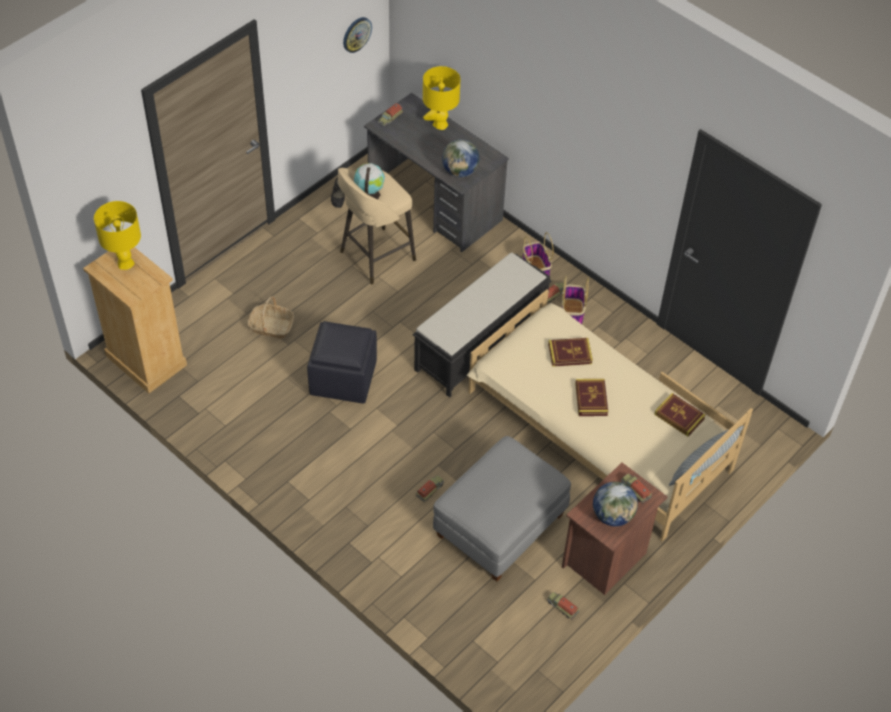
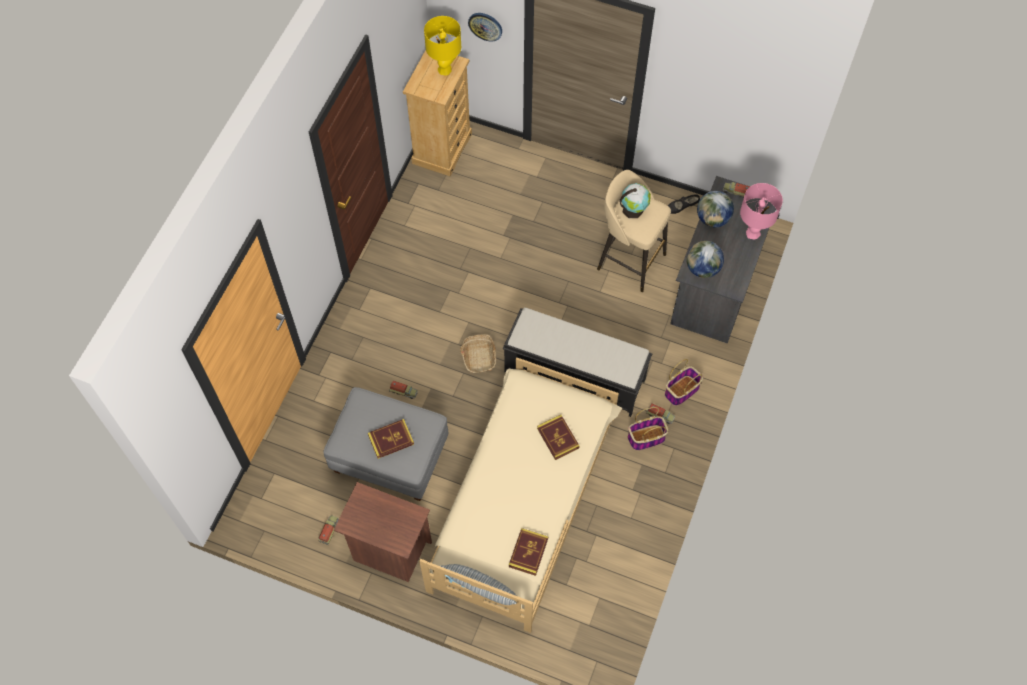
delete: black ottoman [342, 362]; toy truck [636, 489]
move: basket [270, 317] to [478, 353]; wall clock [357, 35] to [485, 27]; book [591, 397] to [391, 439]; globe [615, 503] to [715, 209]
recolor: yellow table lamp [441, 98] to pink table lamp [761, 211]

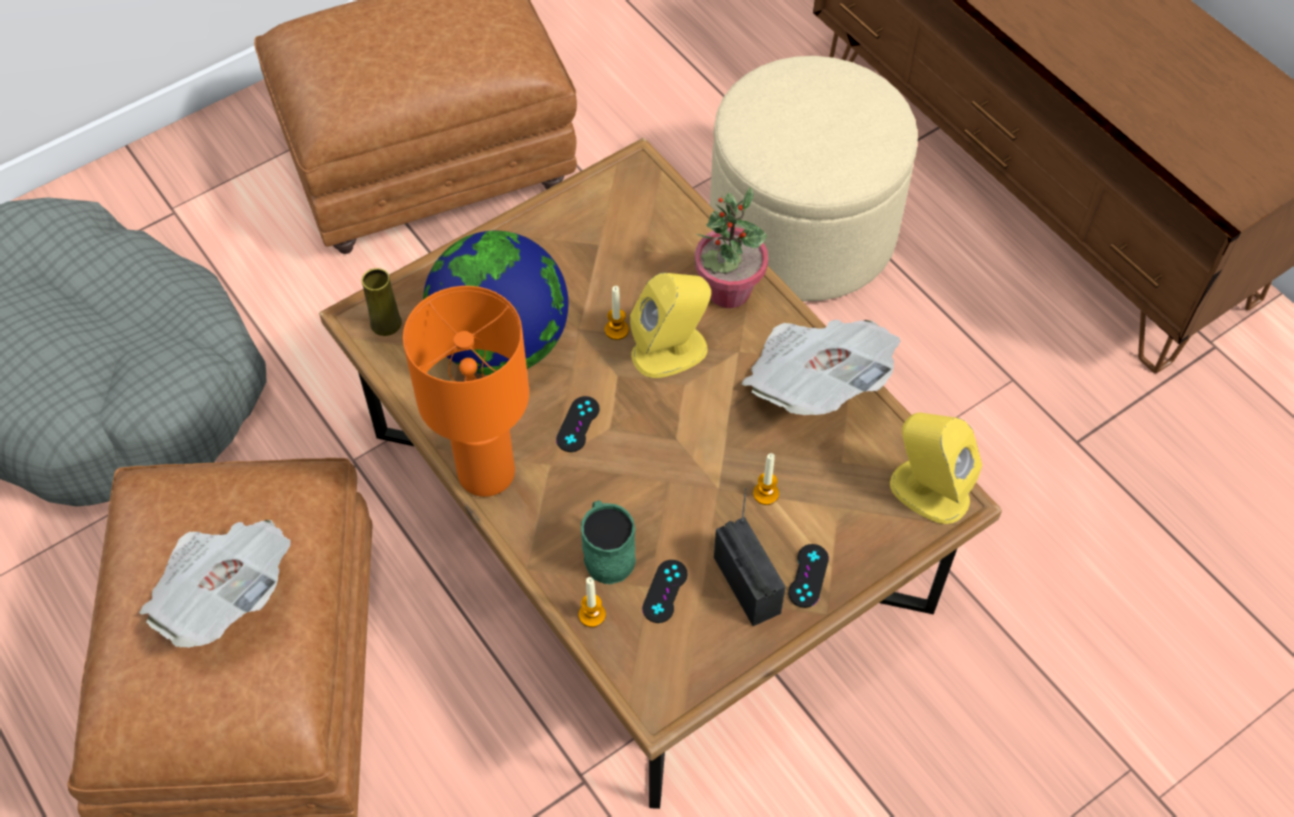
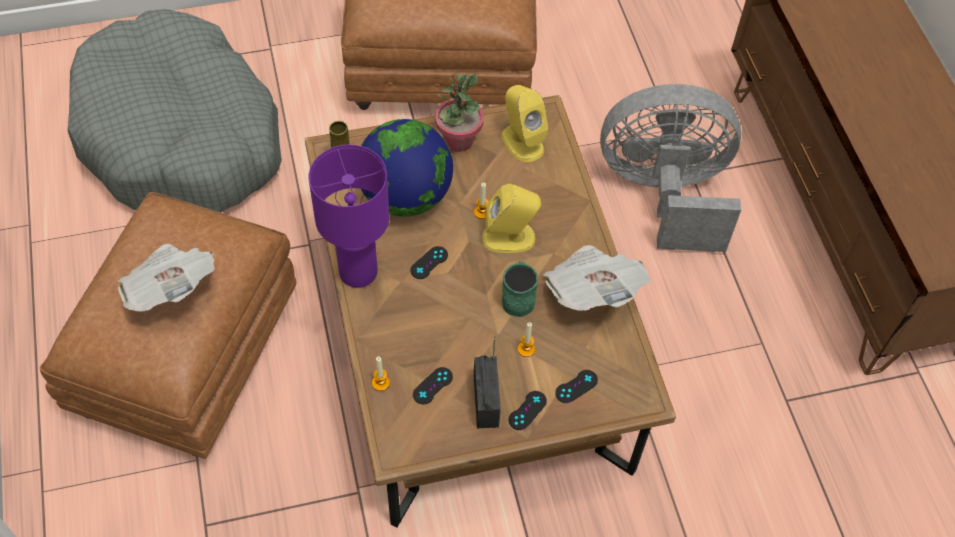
insert: black game controller [576, 386]
move: green mug [608, 542] to [520, 289]; potted plant [731, 247] to [459, 112]; yellow speaker [936, 468] to [524, 123]
replace: beige ottoman [814, 178] to grey fan [670, 168]
recolor: orange table lamp [466, 391] to purple table lamp [349, 216]

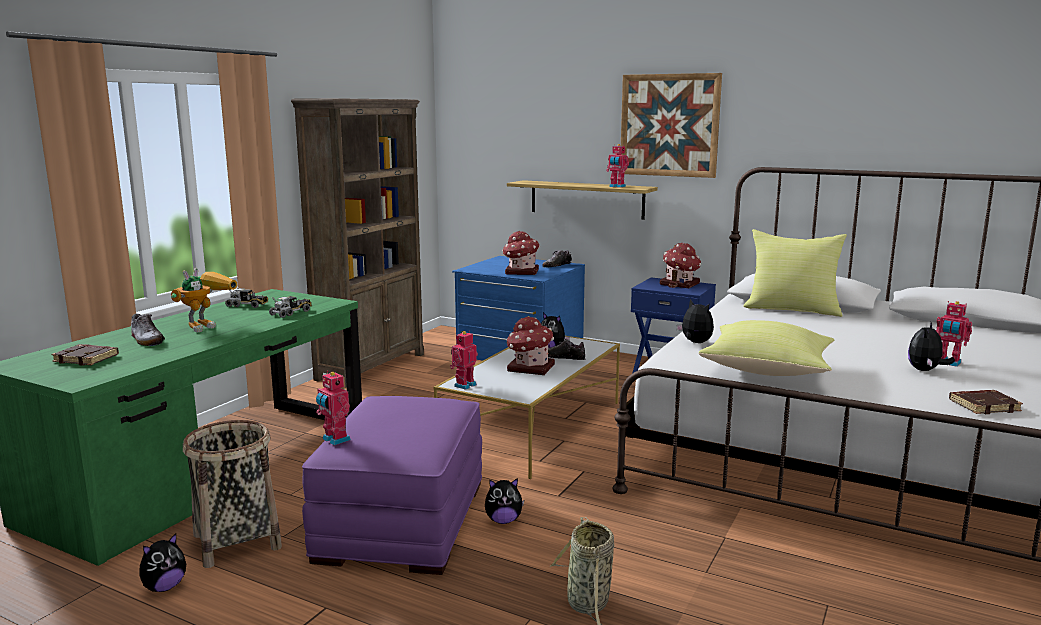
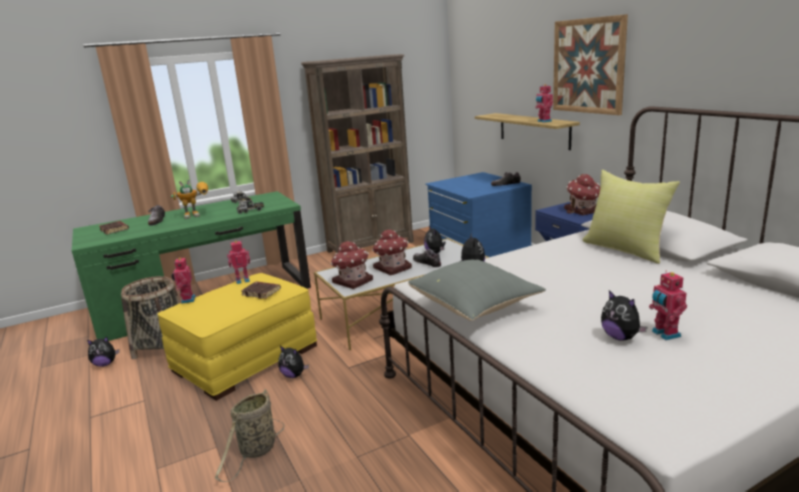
move: toy robot [464, 360] to [238, 262]; toy house [521, 253] to [352, 265]; brown book [986, 402] to [261, 290]
recolor: purple ottoman [392, 485] to yellow ottoman [237, 337]; yellow pillow [766, 348] to grey pillow [477, 290]
rotate: plush toy [931, 347] = [624, 315] 105 degrees counterclockwise

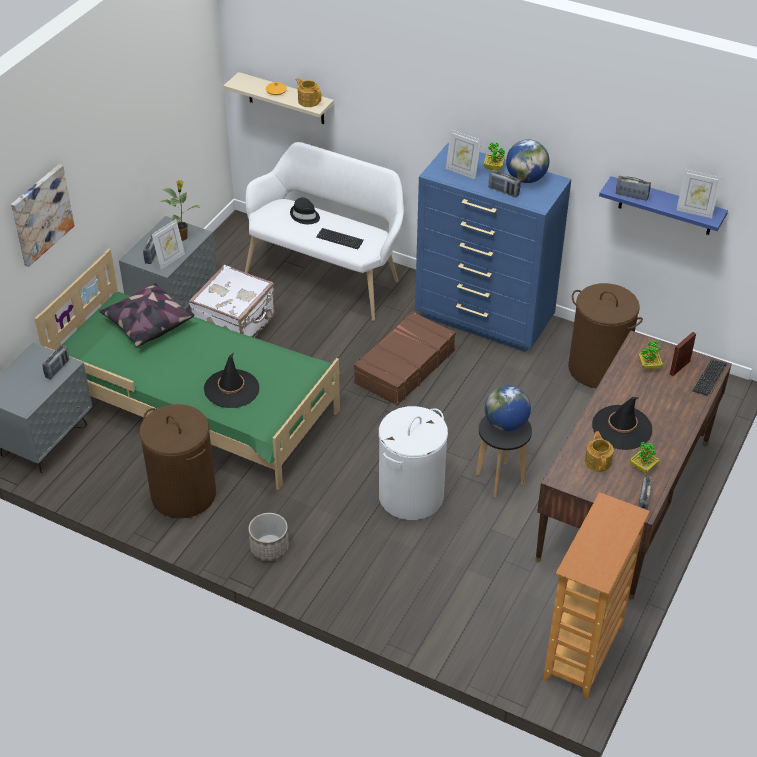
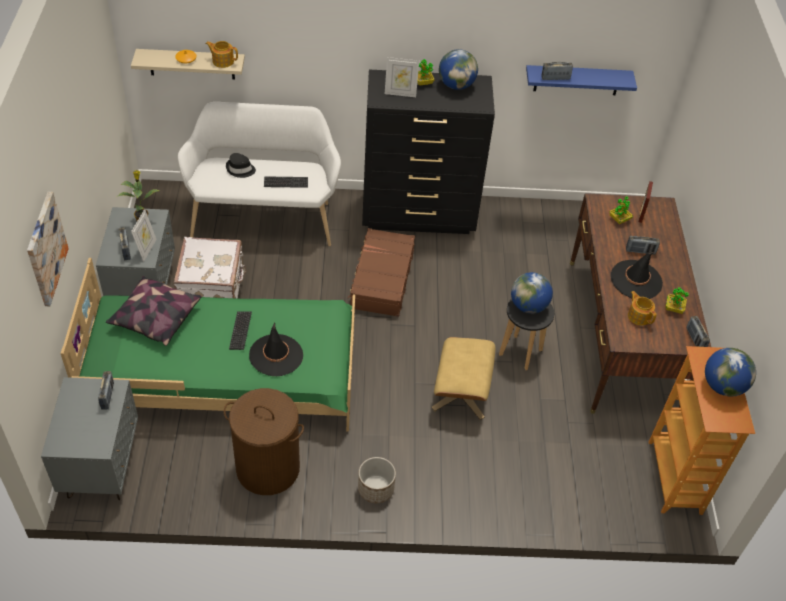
delete: brown laundry basket [605, 335]; picture frame [699, 193]
insert: globe [730, 372]
move: radio [505, 183] to [643, 245]; keyboard [709, 377] to [240, 330]
replace: white laundry basket [413, 463] to beige ottoman [463, 378]
recolor: blue dresser [493, 247] to black dresser [428, 151]

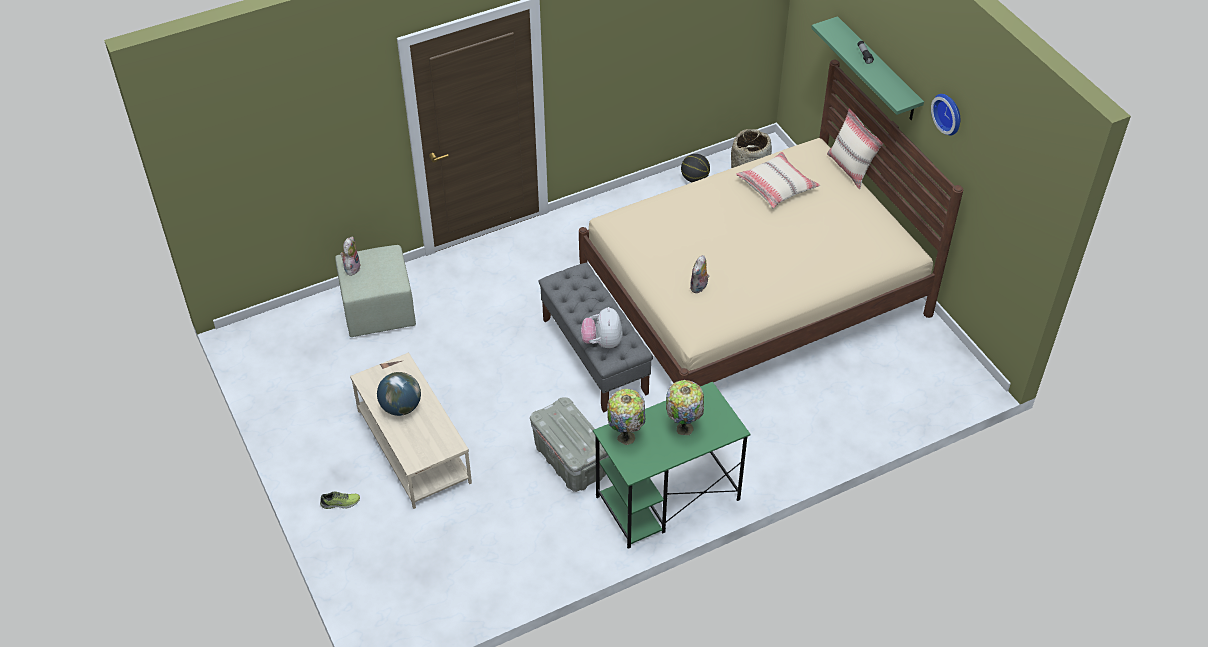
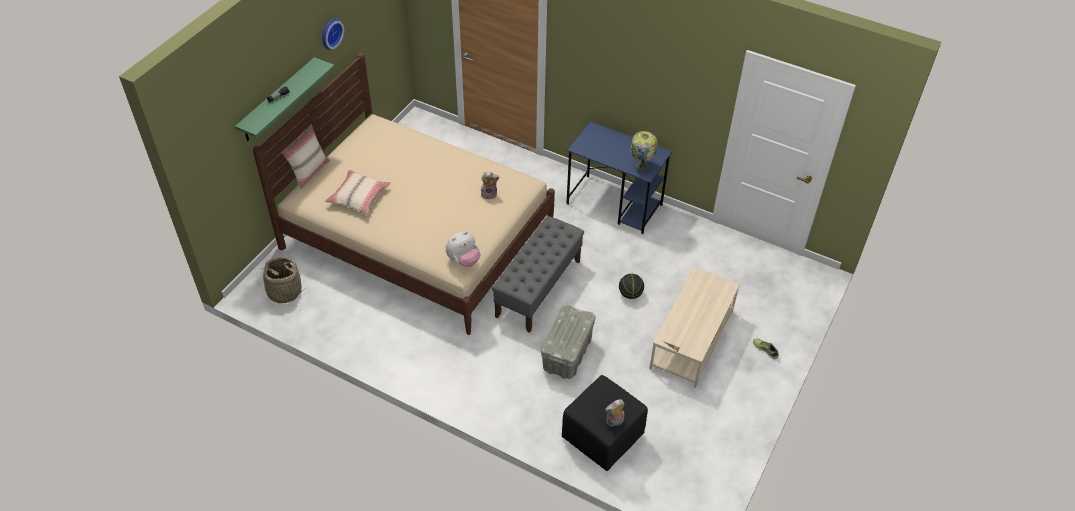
delete: globe [399, 394]; table lamp [685, 407]
move: grey storage box [569, 444] to [568, 342]; plush toy [602, 327] to [463, 249]; basketball [695, 168] to [631, 286]
recolor: green ottoman [375, 291] to black ottoman [605, 423]; green desk [671, 465] to blue desk [619, 177]

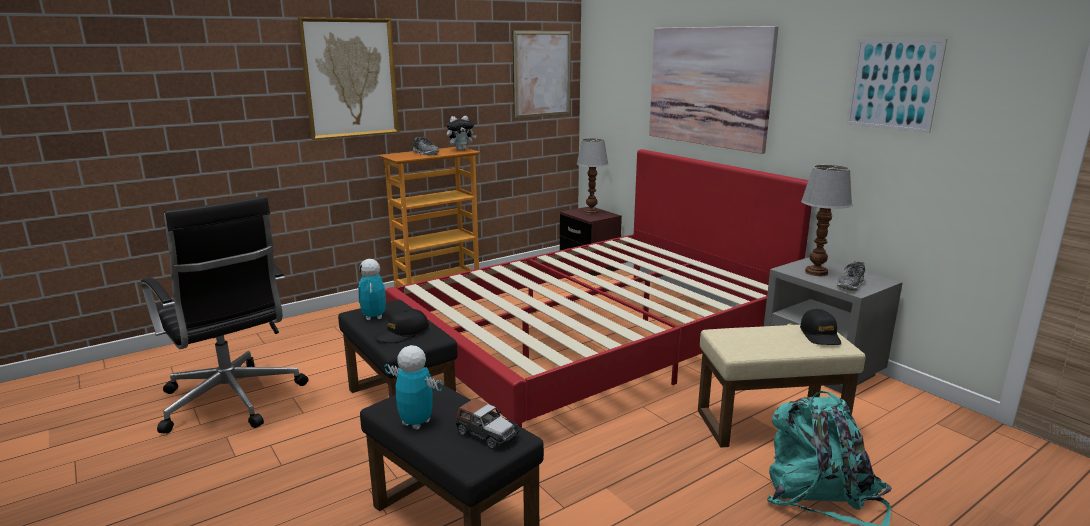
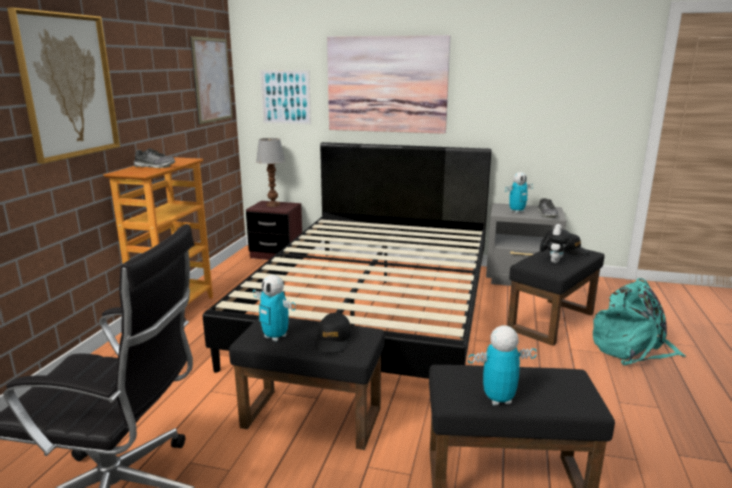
delete: toy car [488, 424]
move: plush toy [462, 133] to [555, 243]; picture [896, 86] to [285, 97]
replace: table lamp [826, 220] to toy robot [519, 192]
recolor: red bed [598, 288] to black bed [347, 260]; beige ottoman [782, 386] to black ottoman [555, 297]

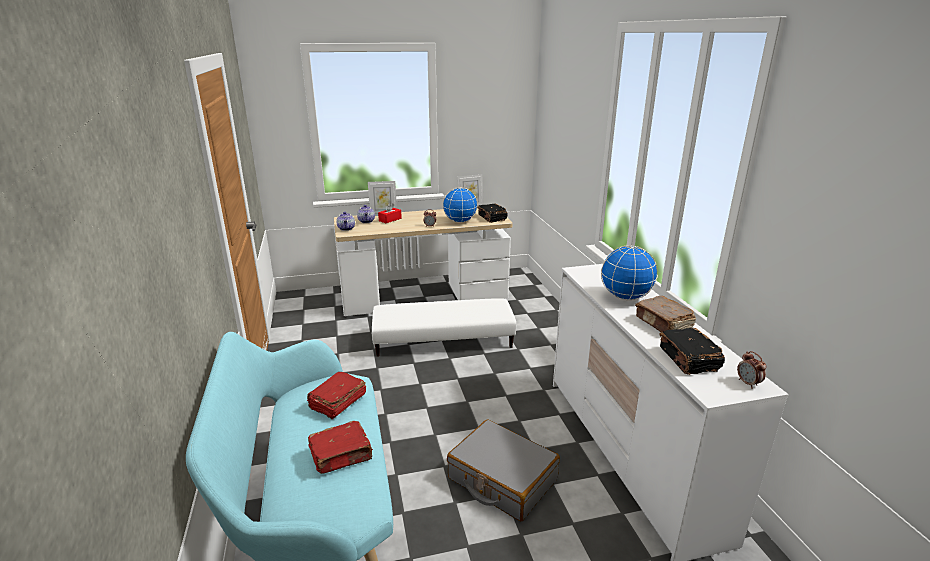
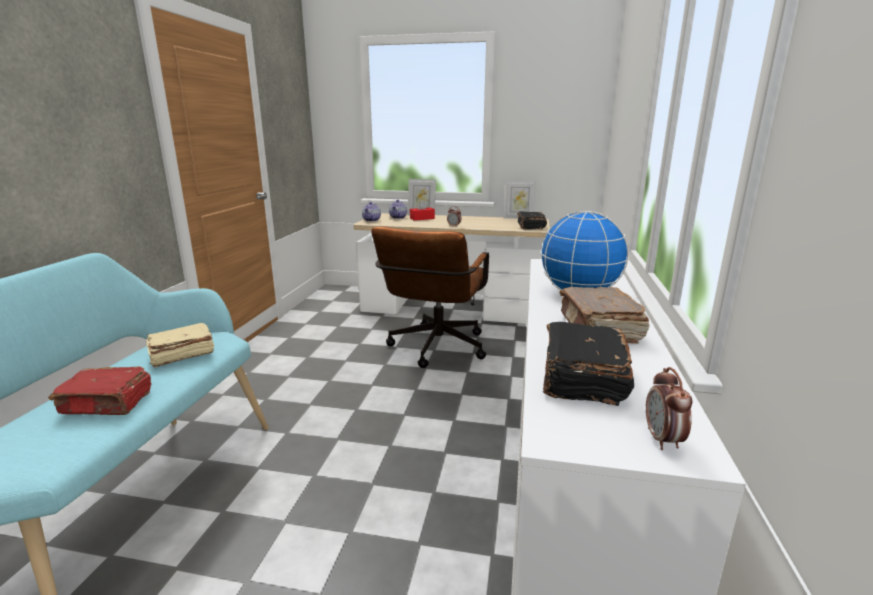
delete: globe [460, 204]; grey suitcase [503, 470]
replace: white ottoman [444, 327] to brown office chair [430, 297]
recolor: red book [336, 395] to beige book [180, 345]

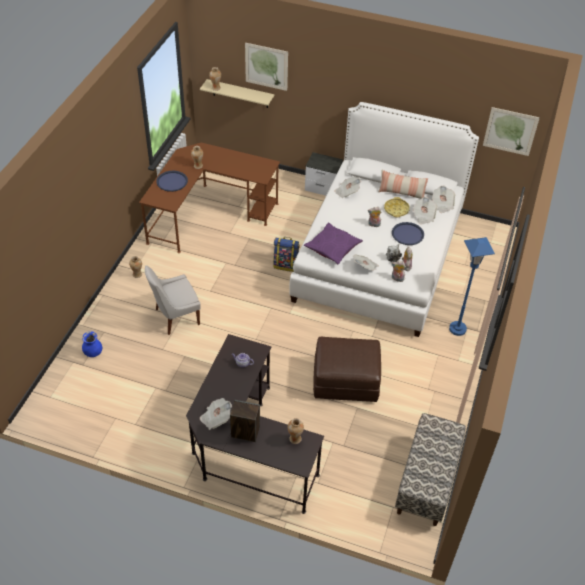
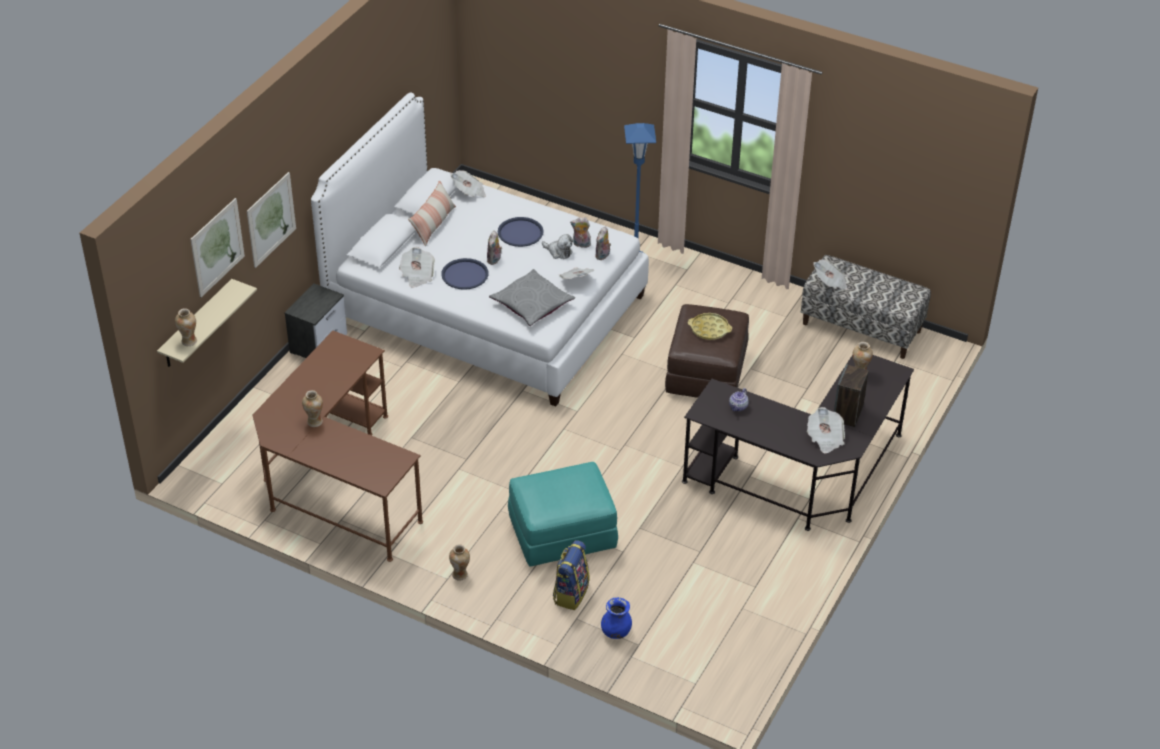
move: blue tray [172, 181] to [465, 274]; backpack [286, 254] to [571, 575]; yellow tray [397, 207] to [710, 326]; newspaper [425, 211] to [830, 274]; picture [511, 131] to [271, 220]
replace: white chair [173, 300] to turquoise ottoman [563, 514]
recolor: purple pillow [333, 243] to grey pillow [532, 297]

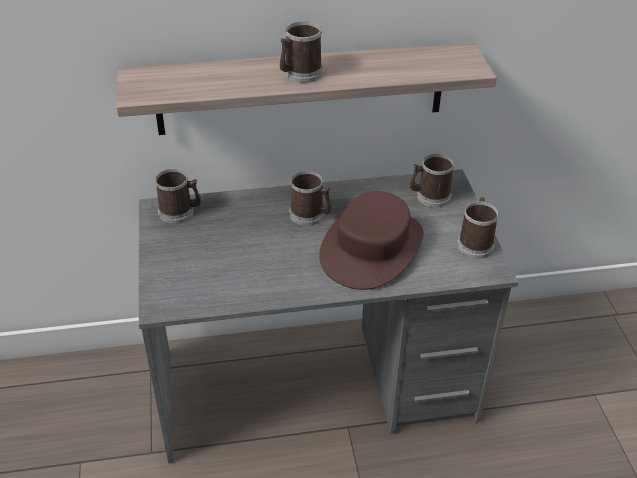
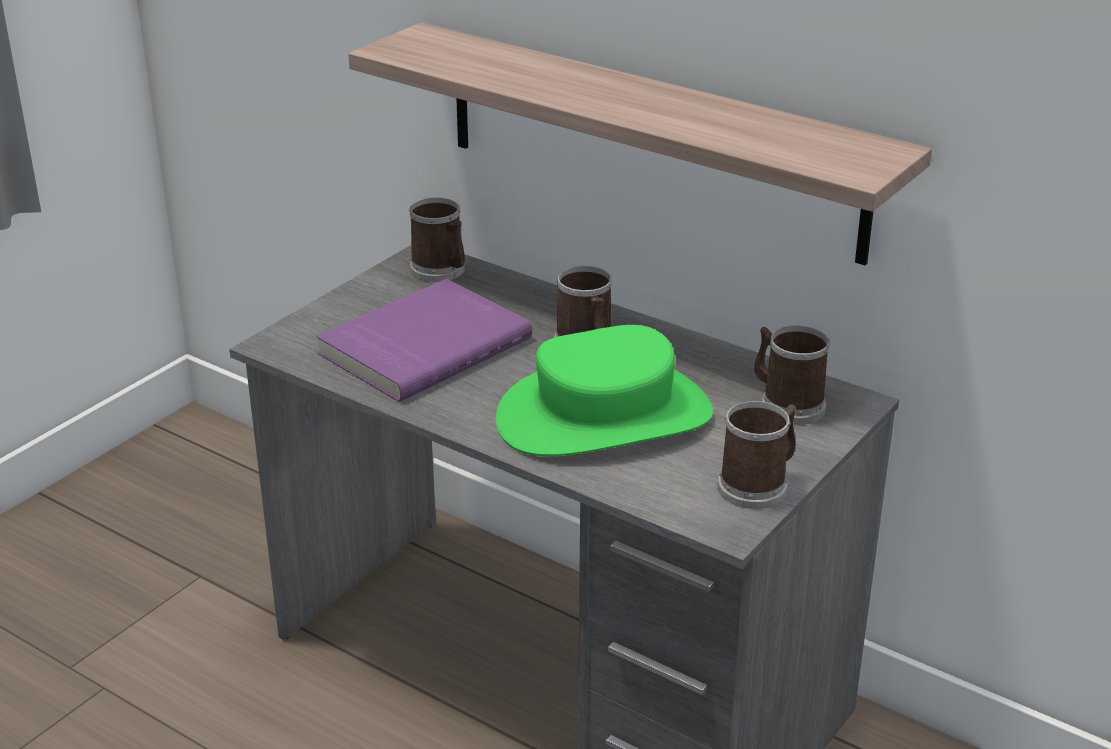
delete: mug [301, 52]
insert: purple book [424, 340]
recolor: brown hat [371, 240] to green hat [604, 390]

